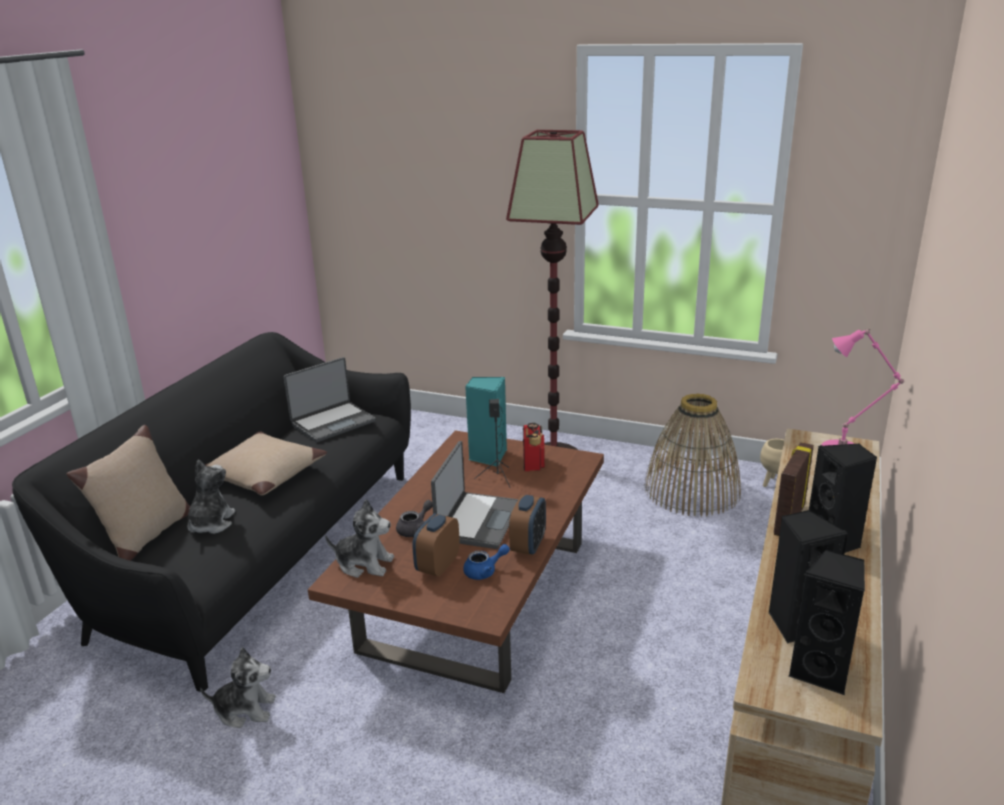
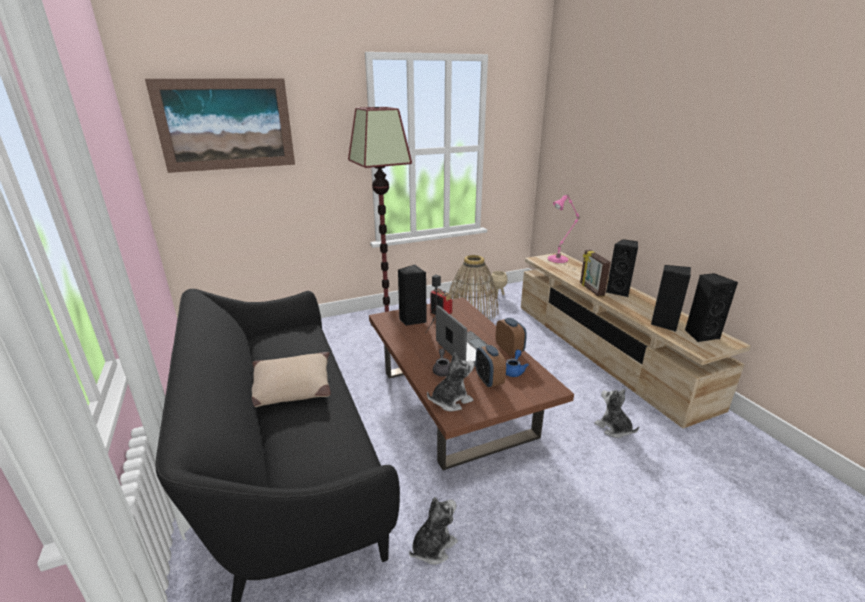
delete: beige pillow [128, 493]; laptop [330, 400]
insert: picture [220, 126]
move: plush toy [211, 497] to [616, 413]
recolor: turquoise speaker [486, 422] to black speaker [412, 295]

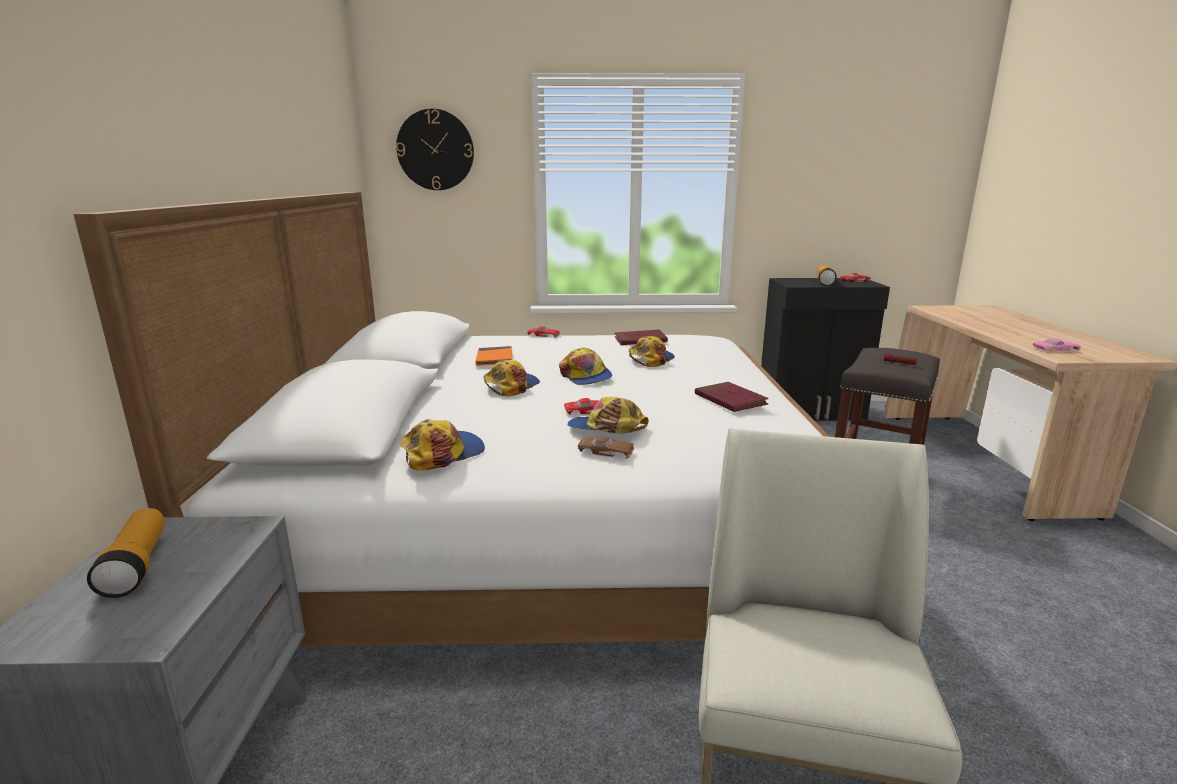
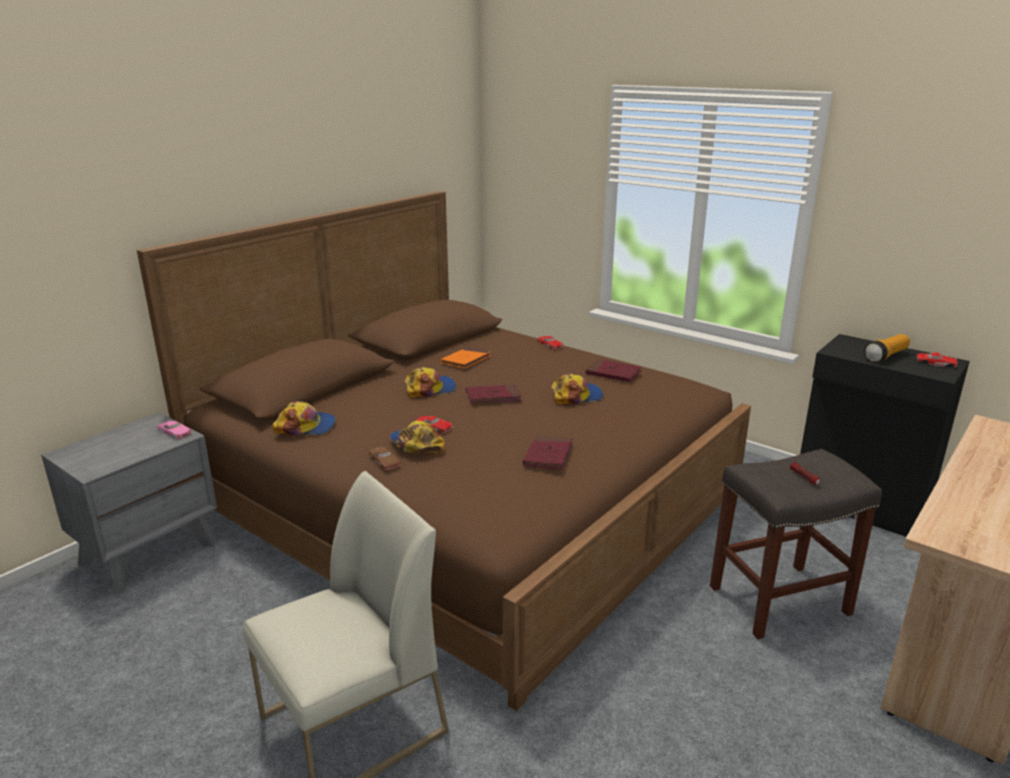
delete: flashlight [126, 553]; wall clock [435, 149]
move: pink toy car [1056, 345] to [174, 430]
replace: cap [585, 366] to red book [493, 394]
recolor: white bed [452, 419] to brown bed [444, 451]

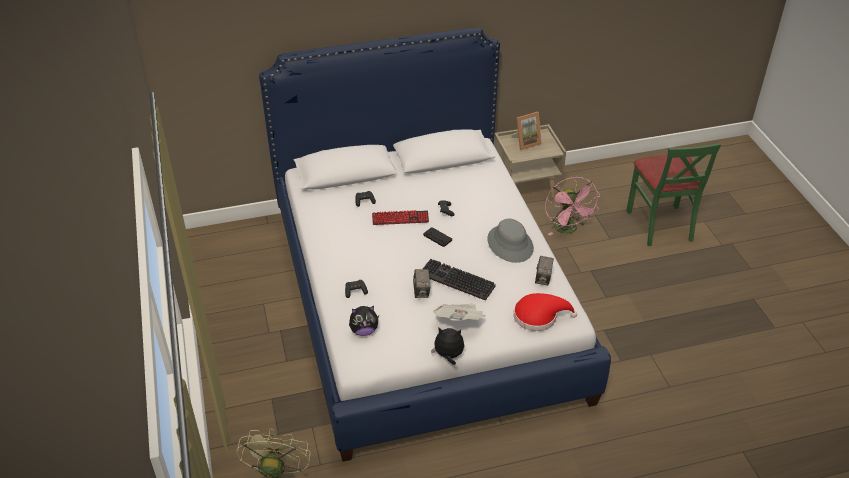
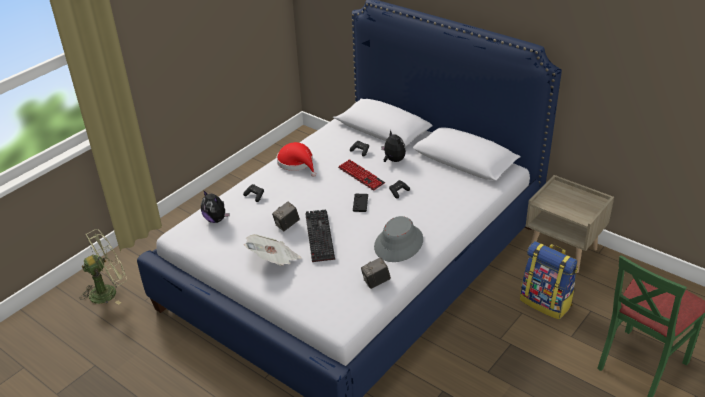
delete: picture frame [526, 131]
move: plush toy [447, 346] to [393, 146]; red hat [545, 312] to [296, 159]
replace: pink fan [572, 206] to backpack [549, 280]

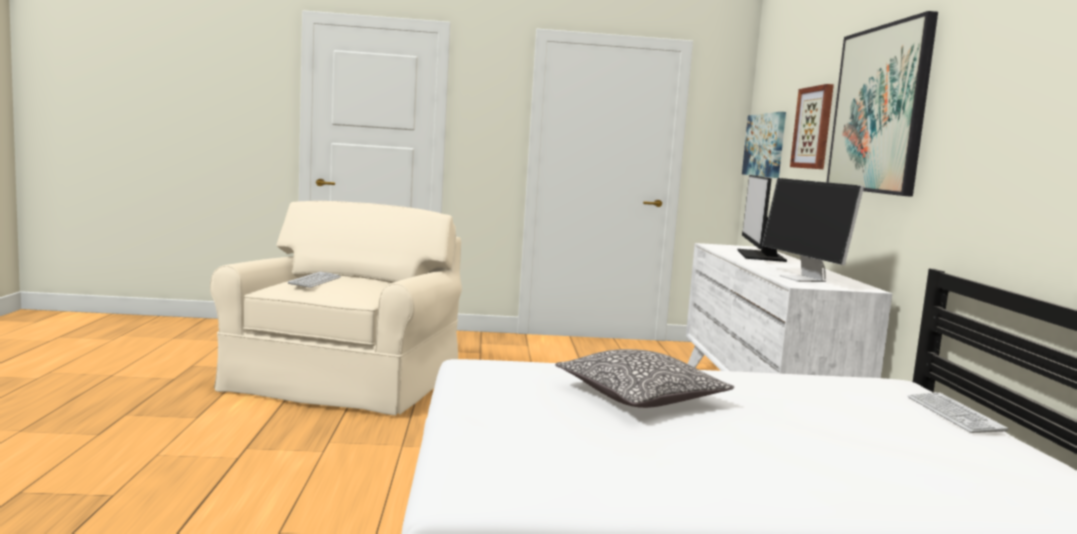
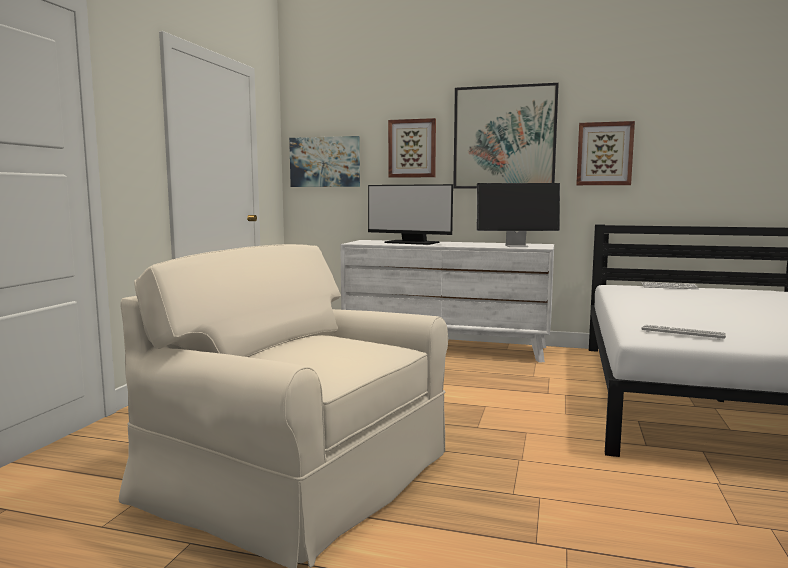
delete: pillow [644, 378]
insert: picture [605, 153]
move: keyboard [314, 280] to [683, 332]

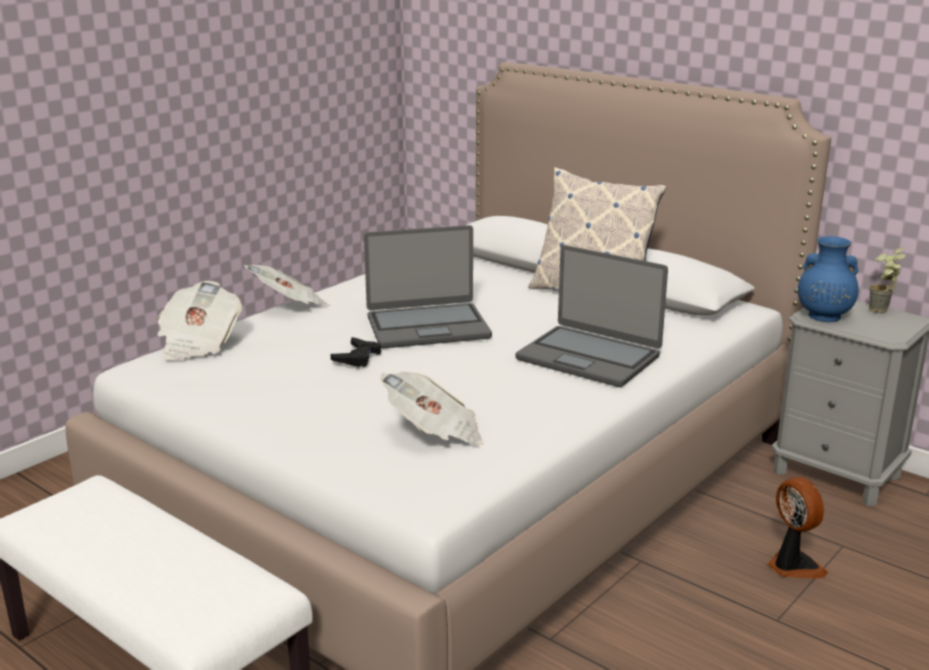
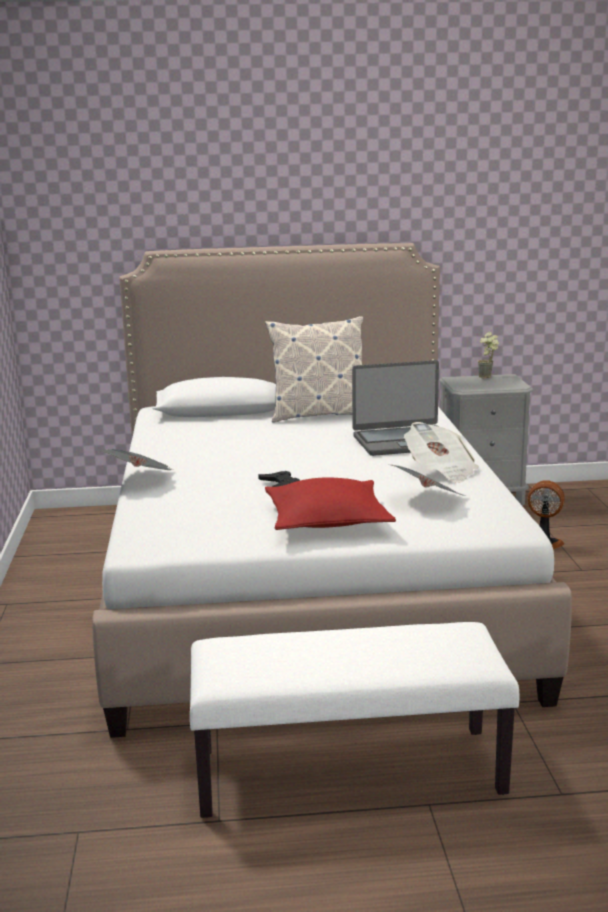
delete: laptop [428, 286]; blue vase [828, 279]
insert: red pillow [330, 503]
move: newspaper [199, 320] to [441, 452]

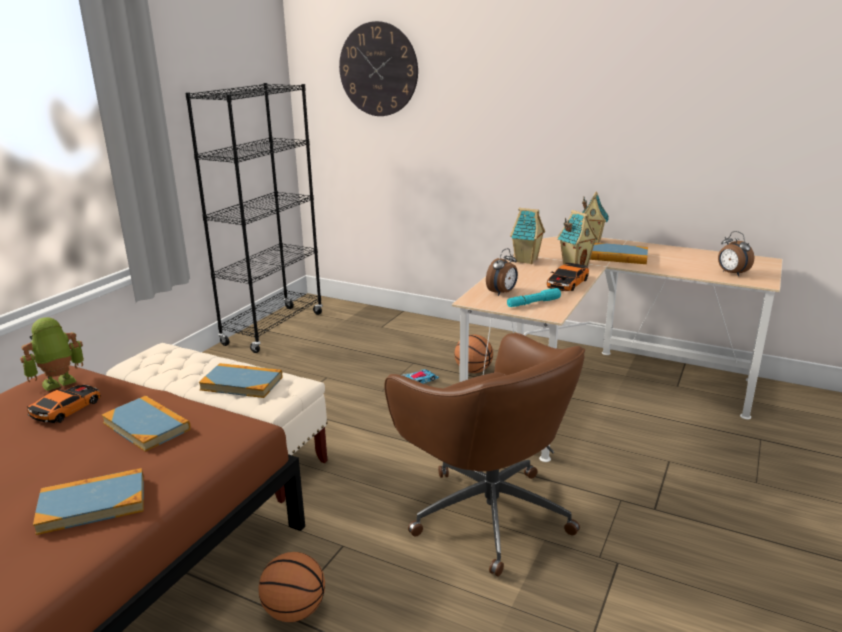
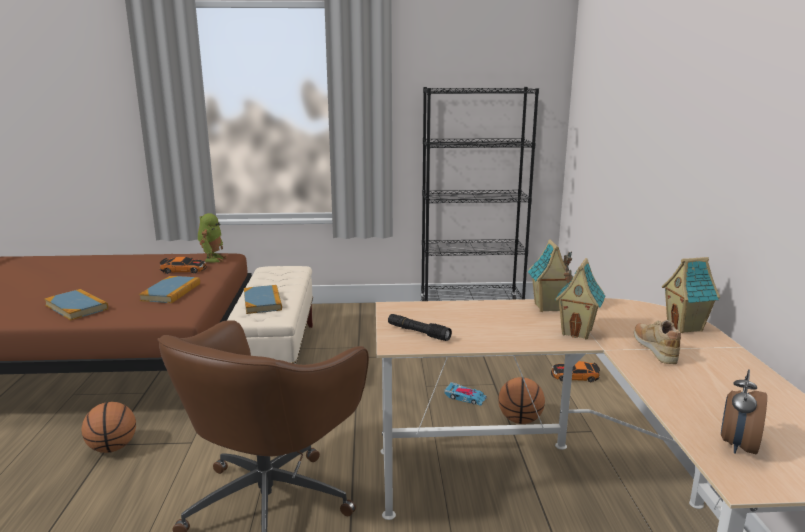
delete: wall clock [378, 68]; alarm clock [502, 272]
move: toy car [568, 277] to [575, 371]
replace: book [619, 253] to beige shoe [657, 342]
recolor: turquoise flashlight [534, 297] to black flashlight [420, 327]
rotate: toy robot [52, 354] = [212, 237] 75 degrees clockwise

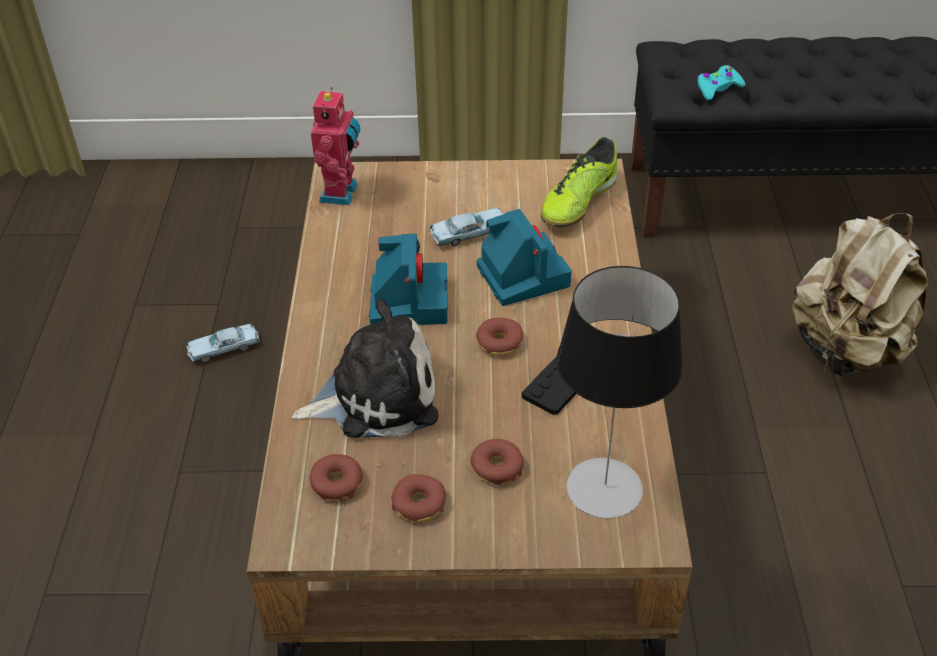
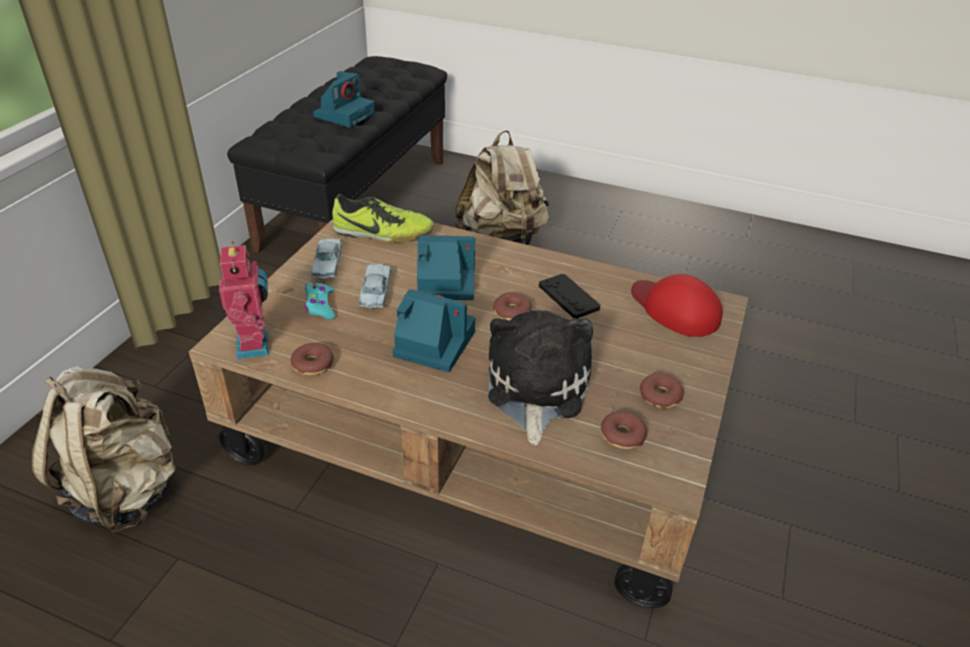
insert: beige backpack [104, 450]; photo camera [344, 99]
move: blue toy car [223, 343] to [326, 259]; donut [497, 462] to [312, 359]; turquoise game controller [721, 82] to [320, 301]
replace: table lamp [620, 392] to red cap [677, 305]
rotate: toy robot [335, 146] = [244, 300] 45 degrees clockwise; shoe [579, 182] = [383, 218] 45 degrees counterclockwise

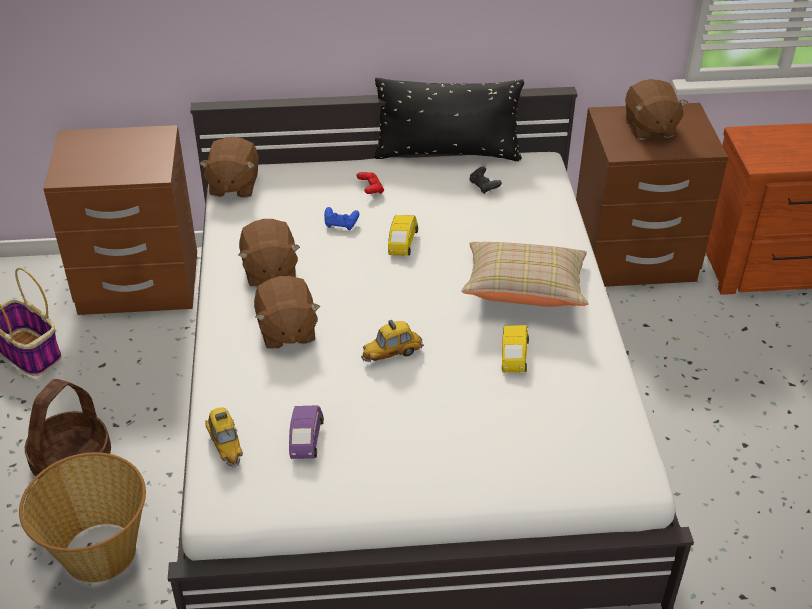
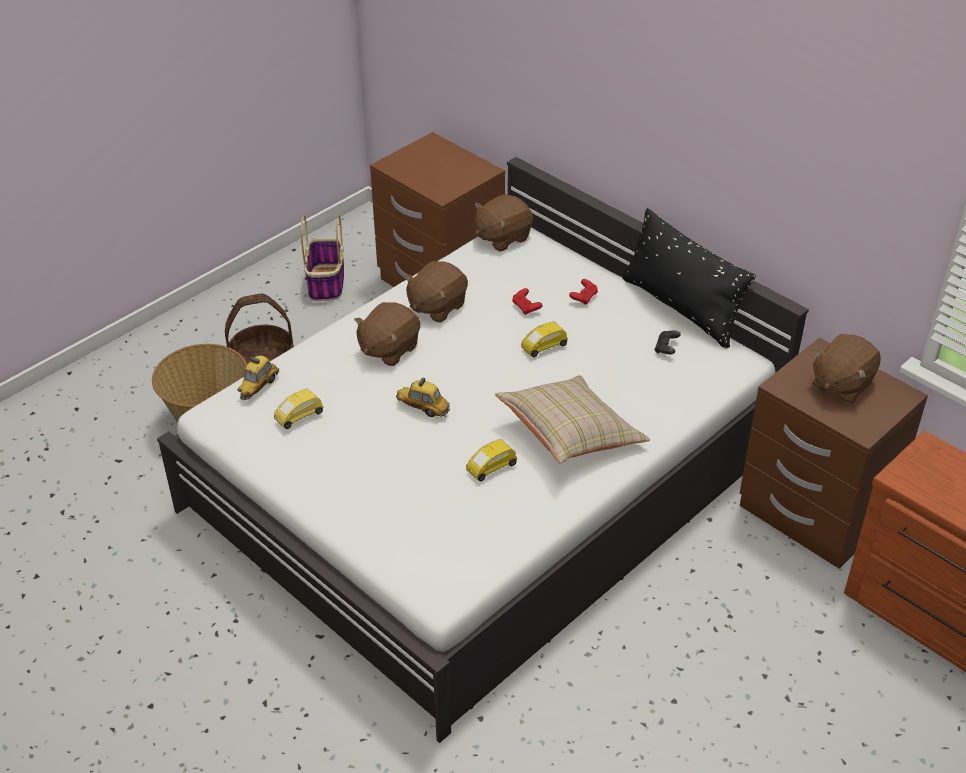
recolor: purple toy car [306, 432] to yellow toy car [298, 408]; blue game controller [341, 218] to red game controller [527, 301]

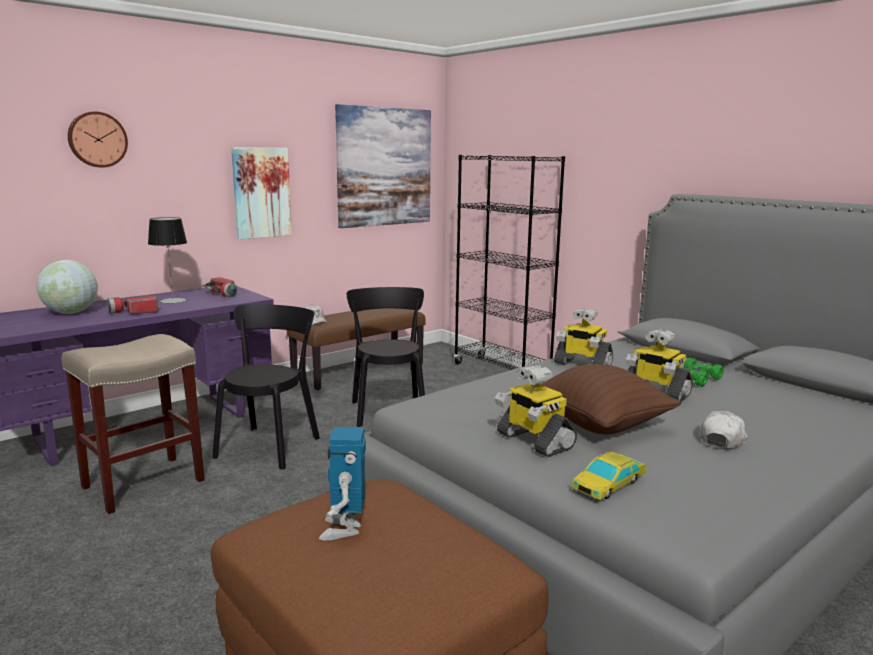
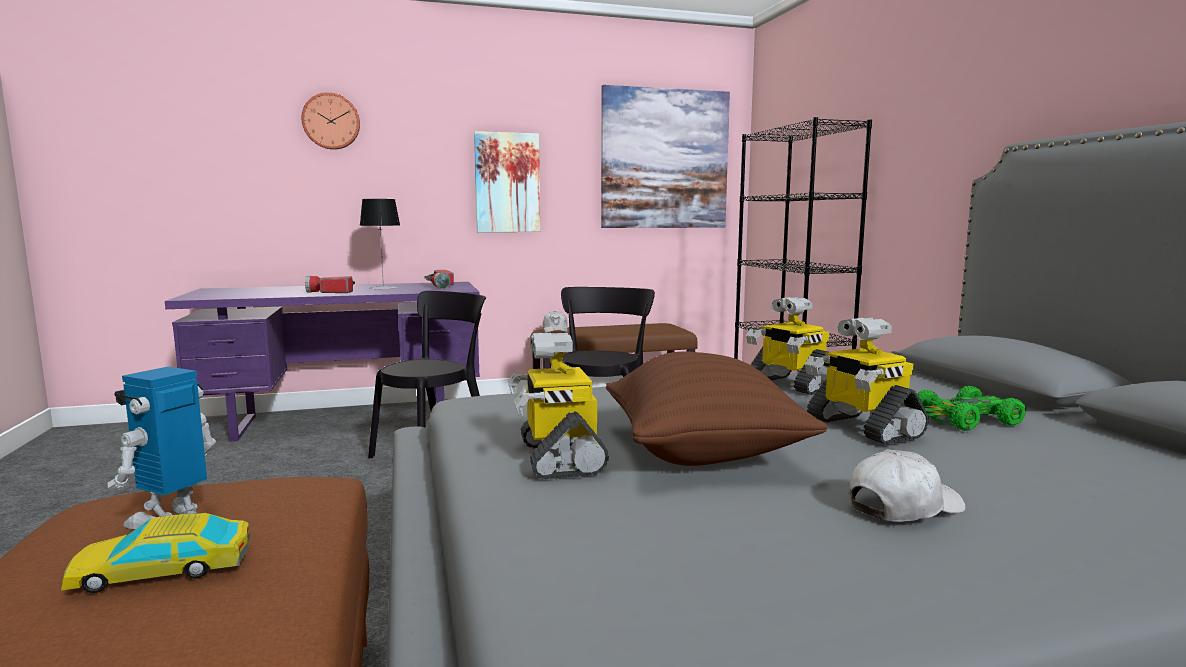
delete: globe [67, 287]; beige stool [133, 424]
move: toy car [608, 476] to [155, 553]

